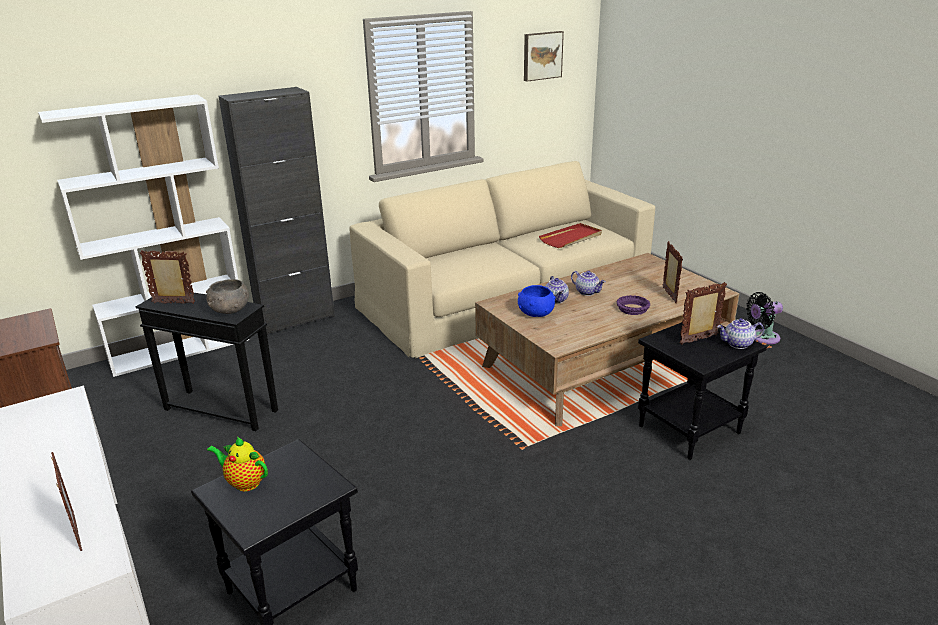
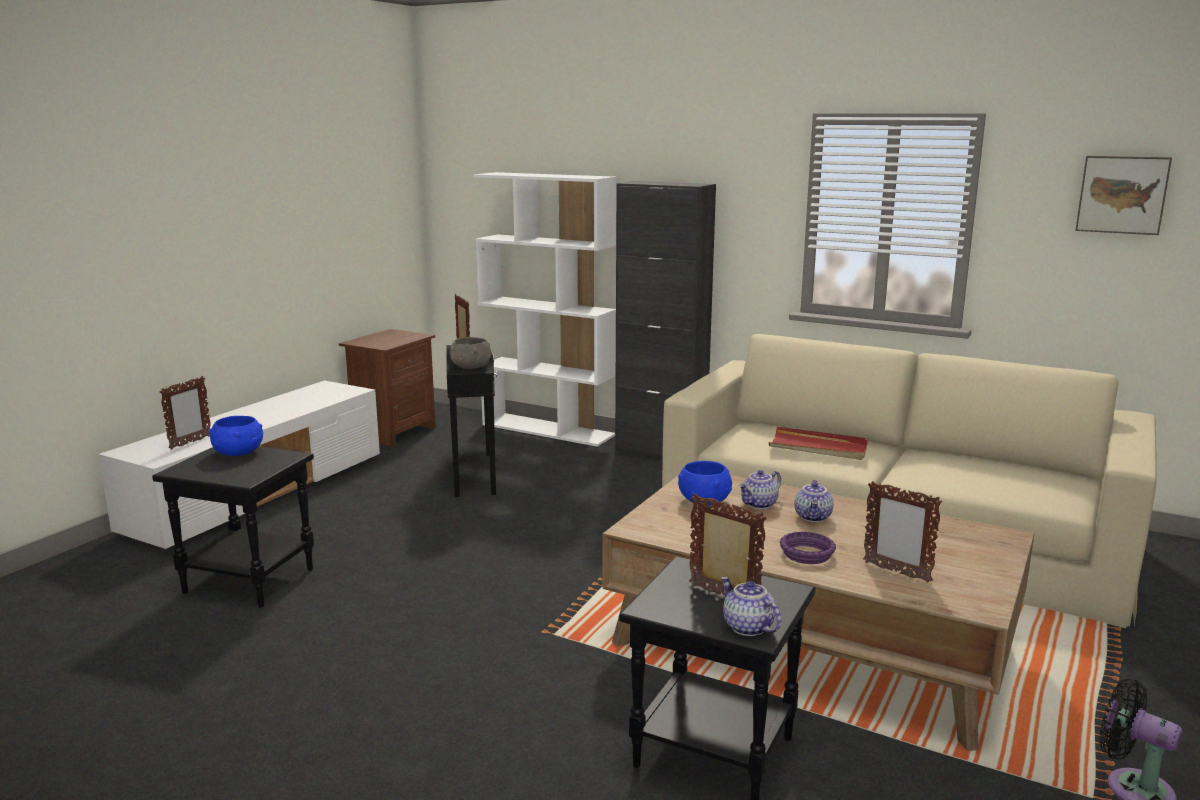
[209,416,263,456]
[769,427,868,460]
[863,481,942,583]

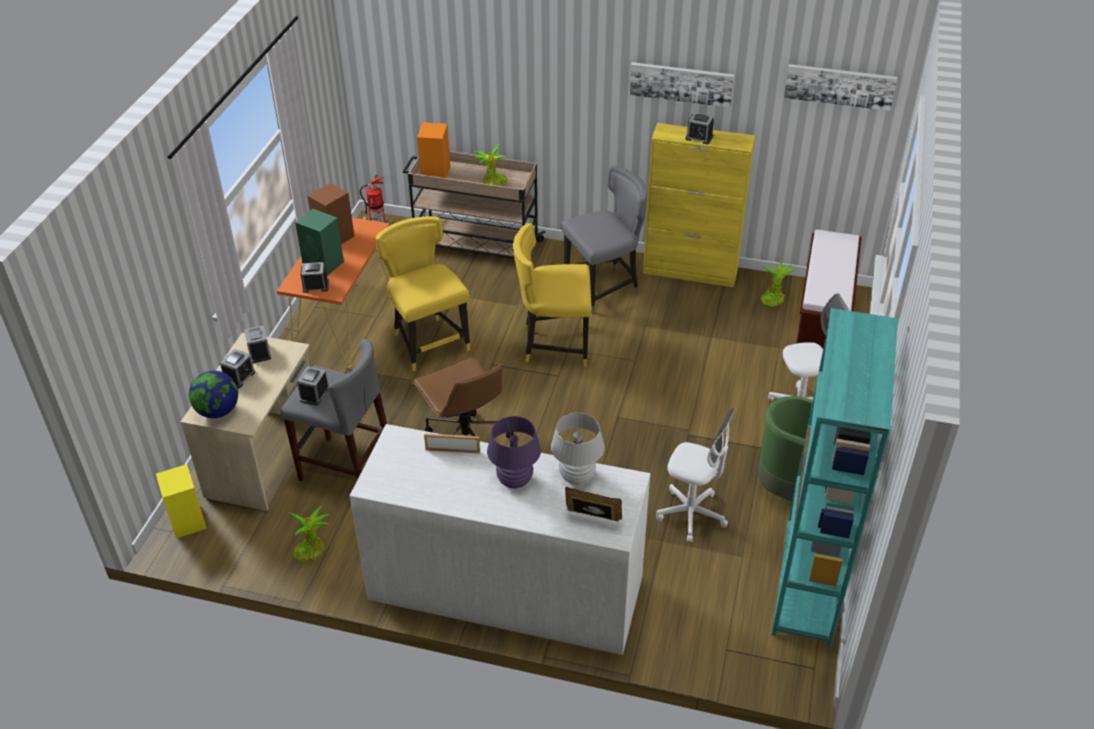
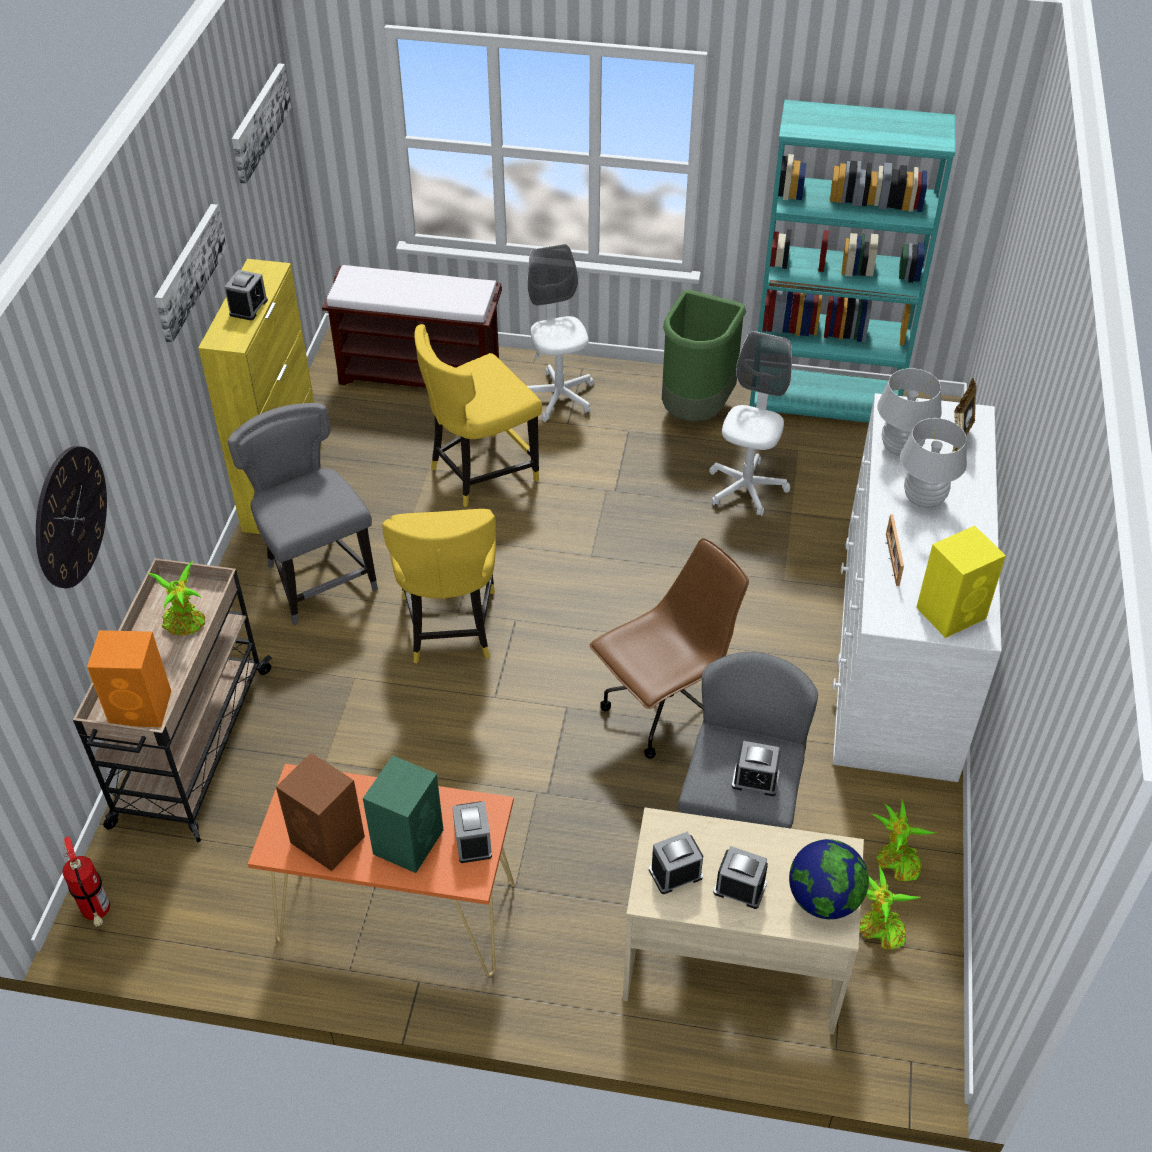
[36,446,107,588]
[414,324,542,507]
[860,866,920,949]
[900,418,967,508]
[916,526,1006,638]

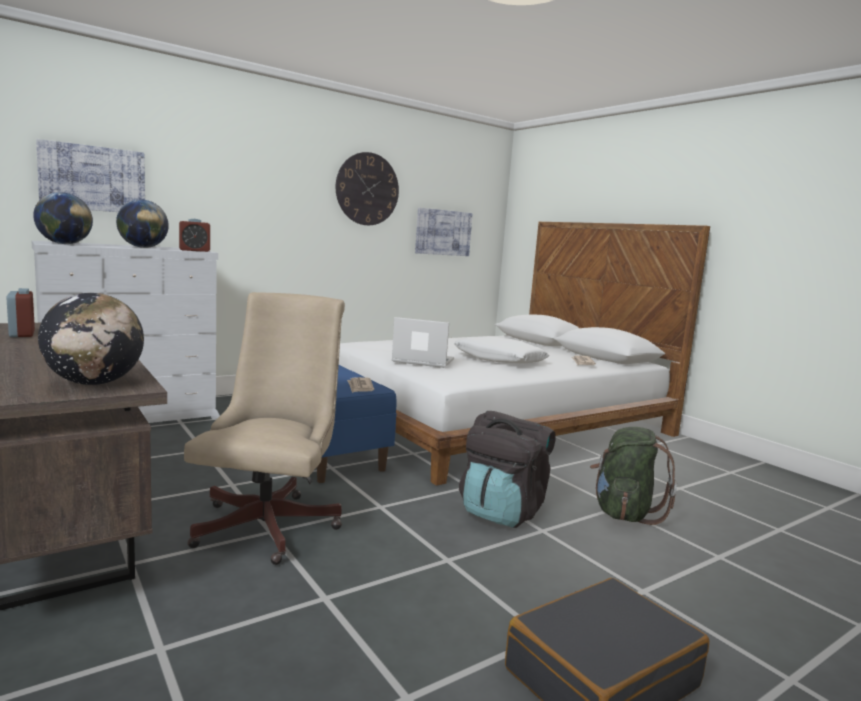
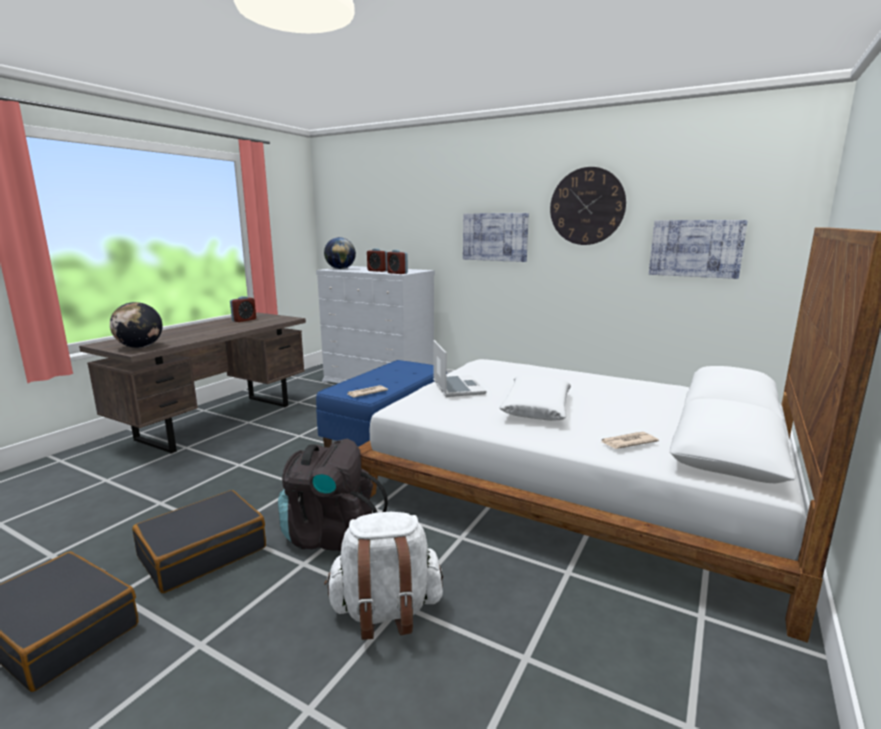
[132,490,266,593]
[324,512,443,640]
[367,248,387,272]
[463,213,529,262]
[184,292,345,565] (first image)

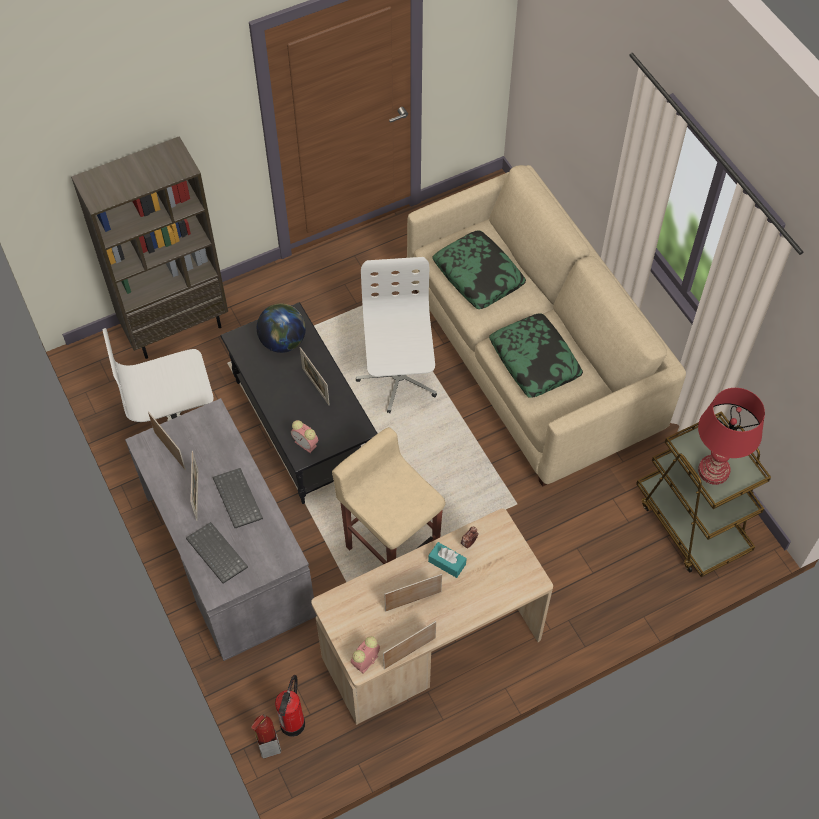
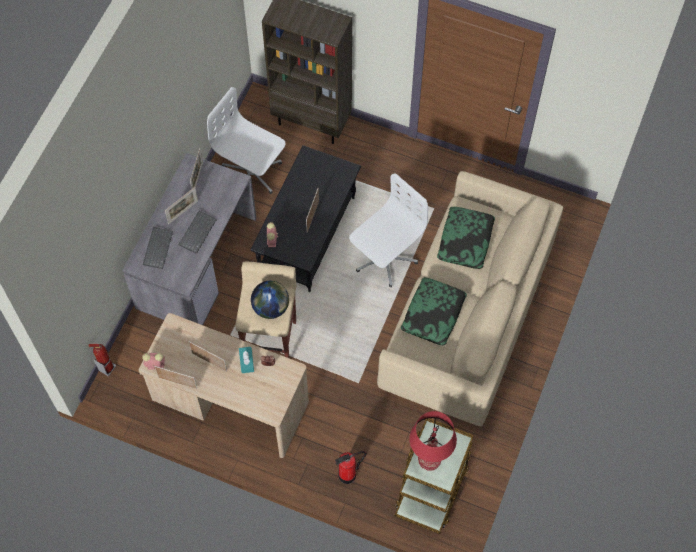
[251,281,289,319]
[335,451,367,484]

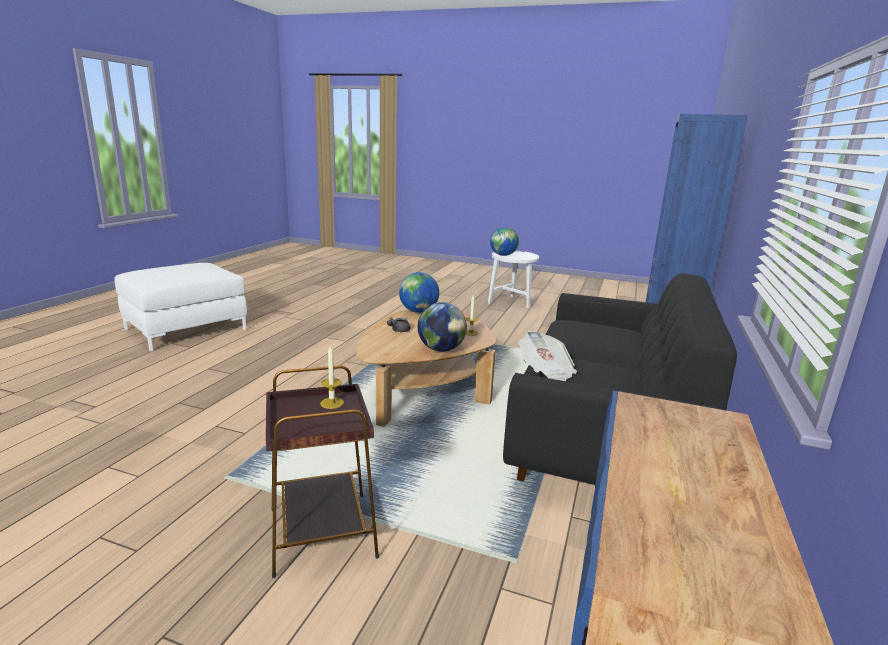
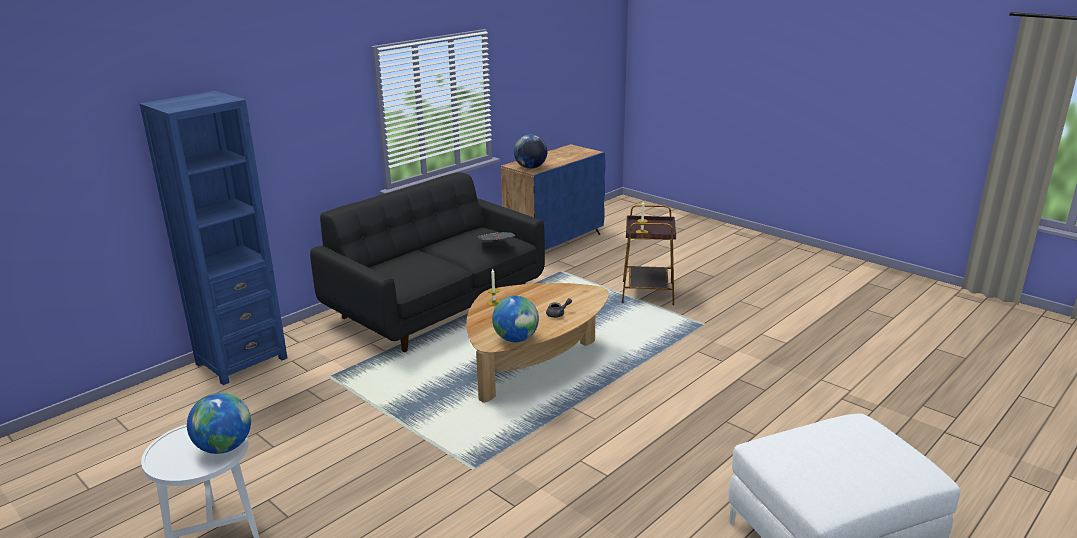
[514,135,547,169]

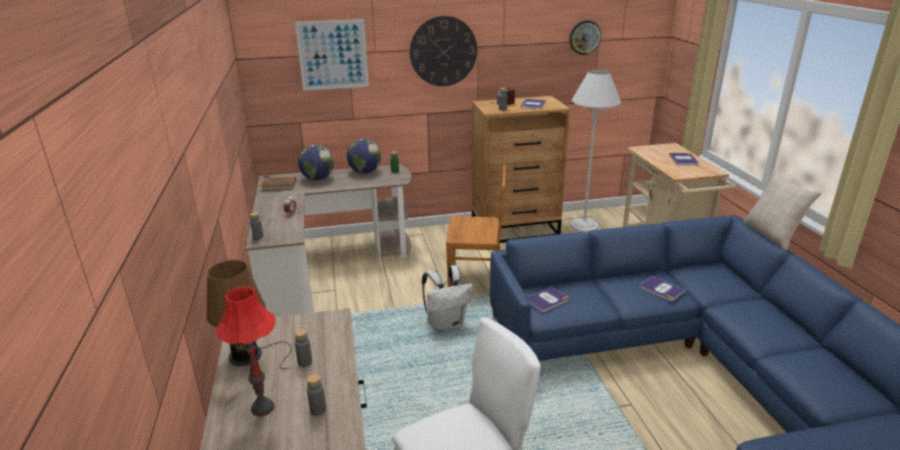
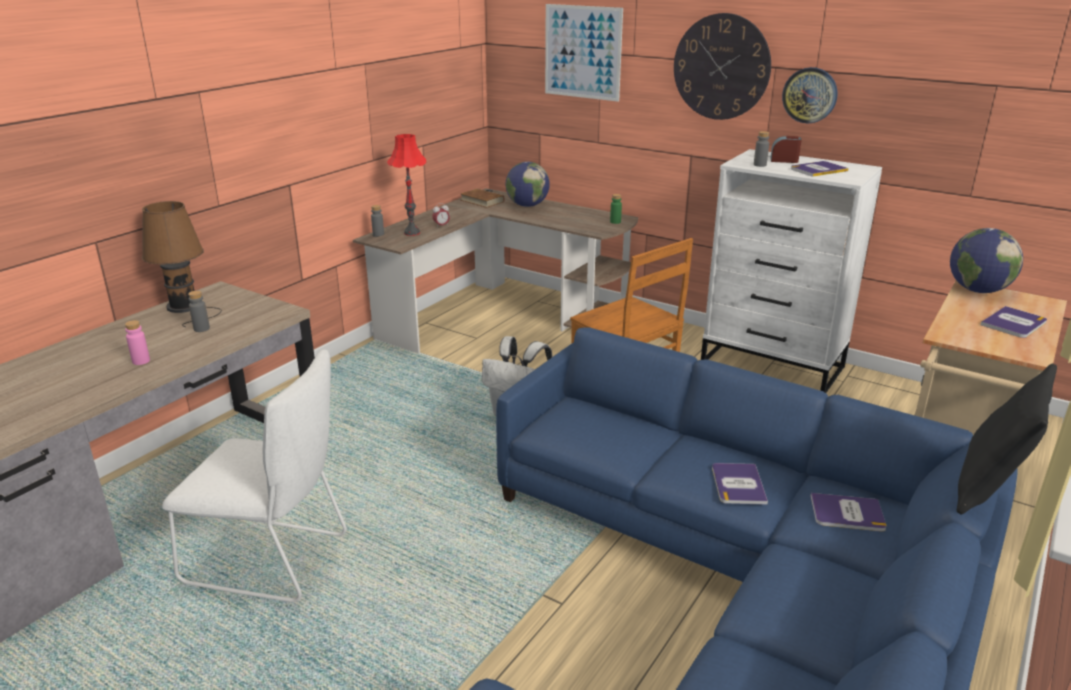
[125,320,150,365]
[387,134,426,236]
[701,149,882,393]
[782,67,838,123]
[810,493,887,532]
[950,228,1023,293]
[957,363,1057,515]
[570,70,621,232] (first image)

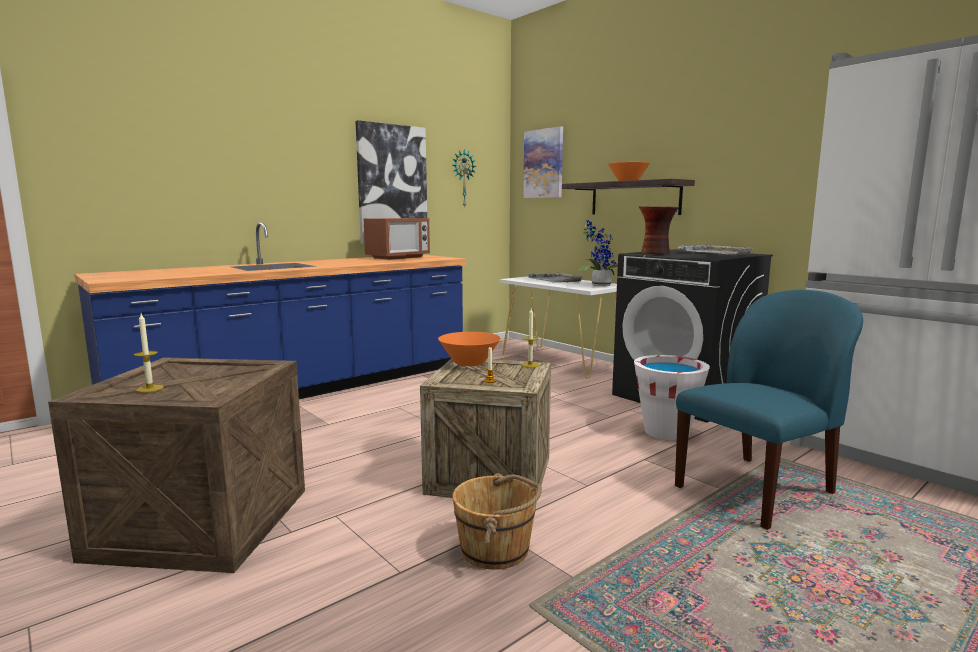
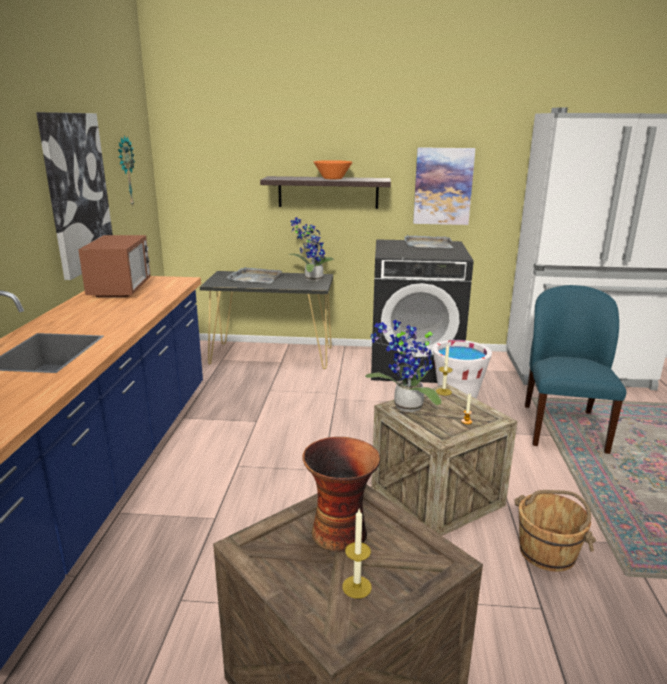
[200,271,333,369]
[302,437,380,552]
[365,319,441,412]
[413,147,476,225]

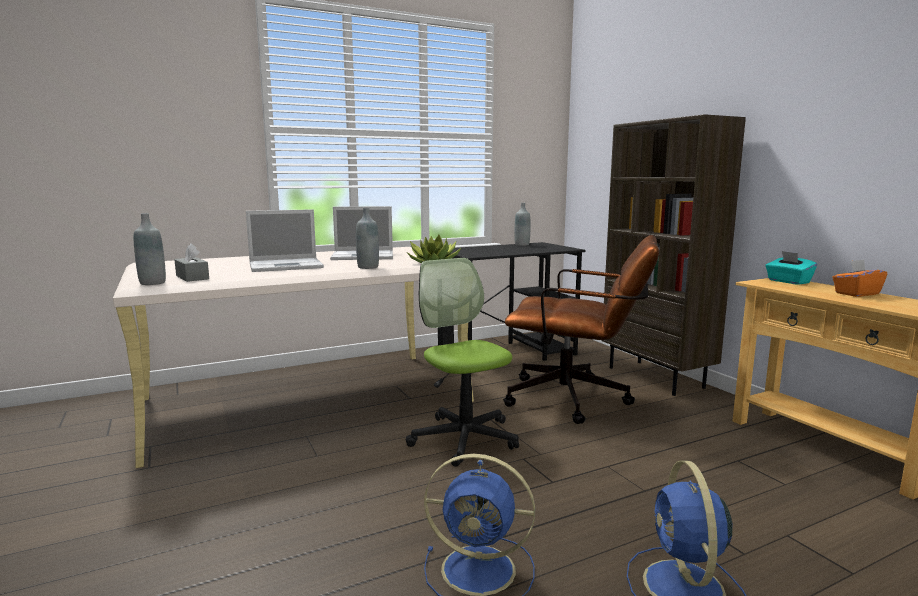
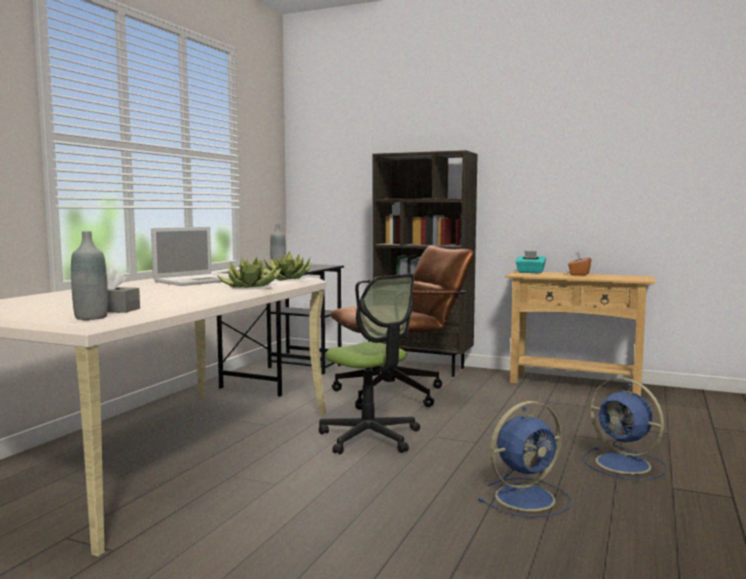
[216,256,281,288]
[319,274,420,454]
[246,209,324,272] (first image)

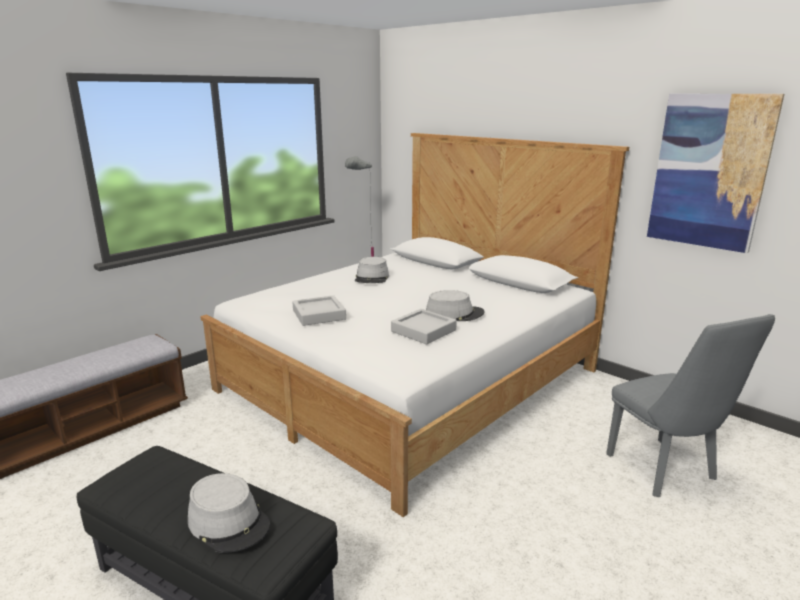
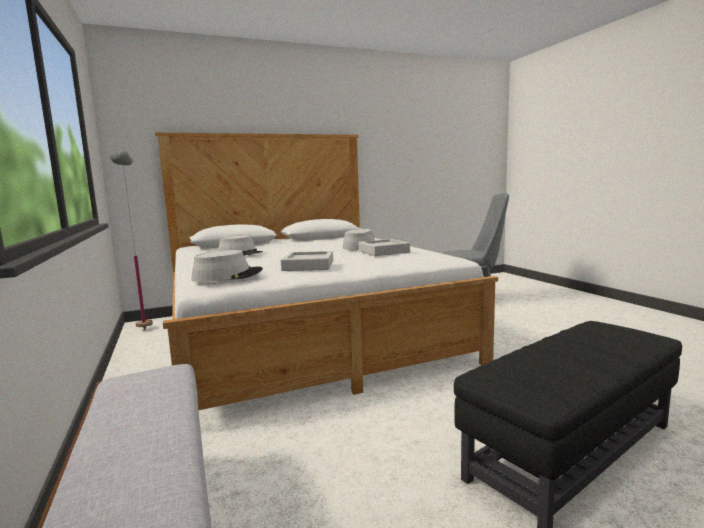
[191,250,263,282]
[647,94,784,253] (first image)

